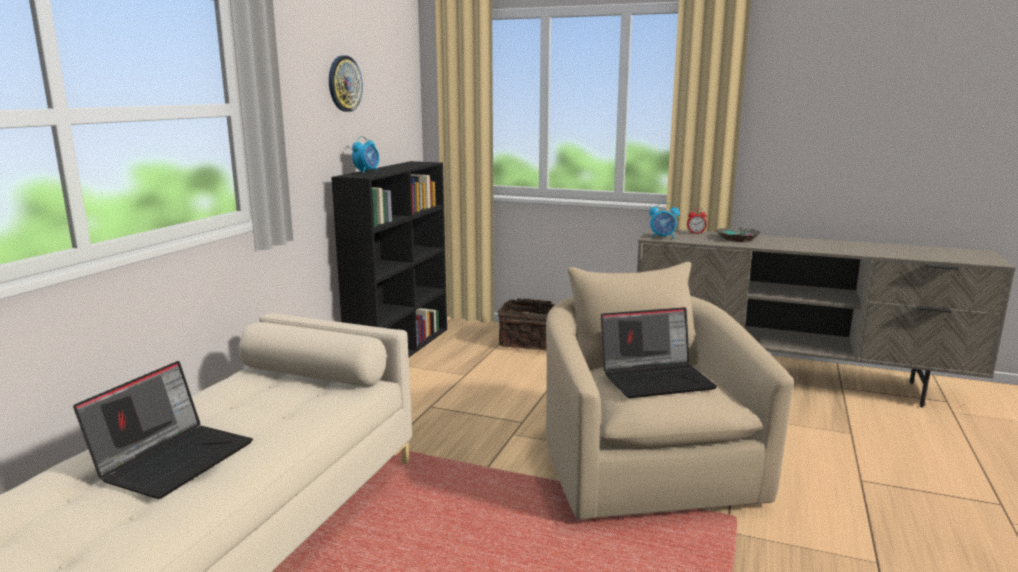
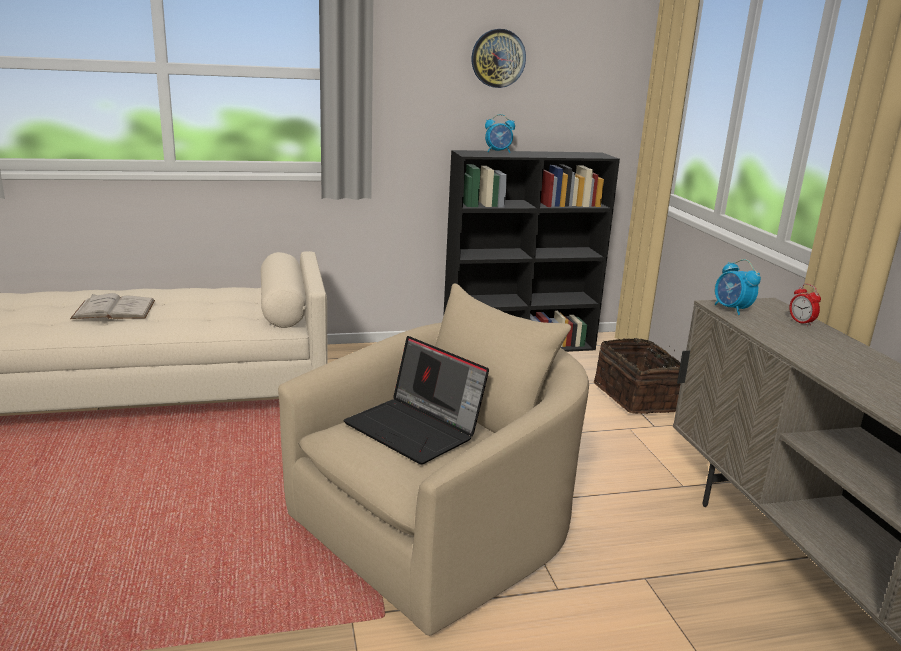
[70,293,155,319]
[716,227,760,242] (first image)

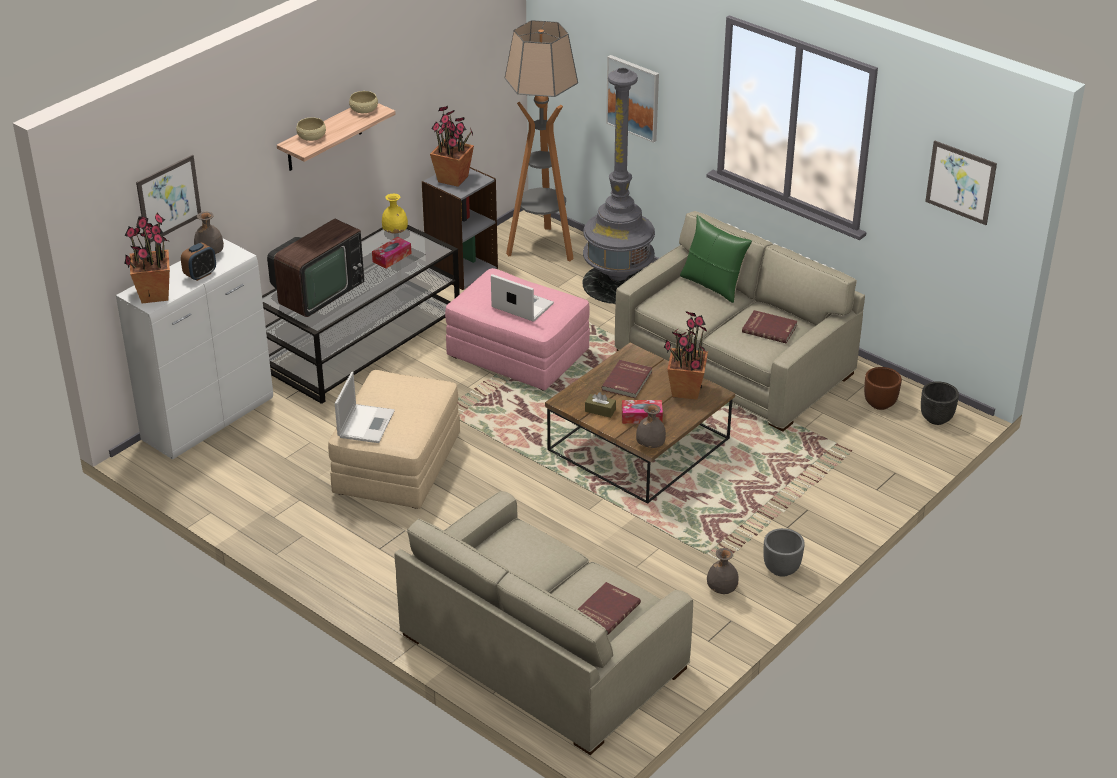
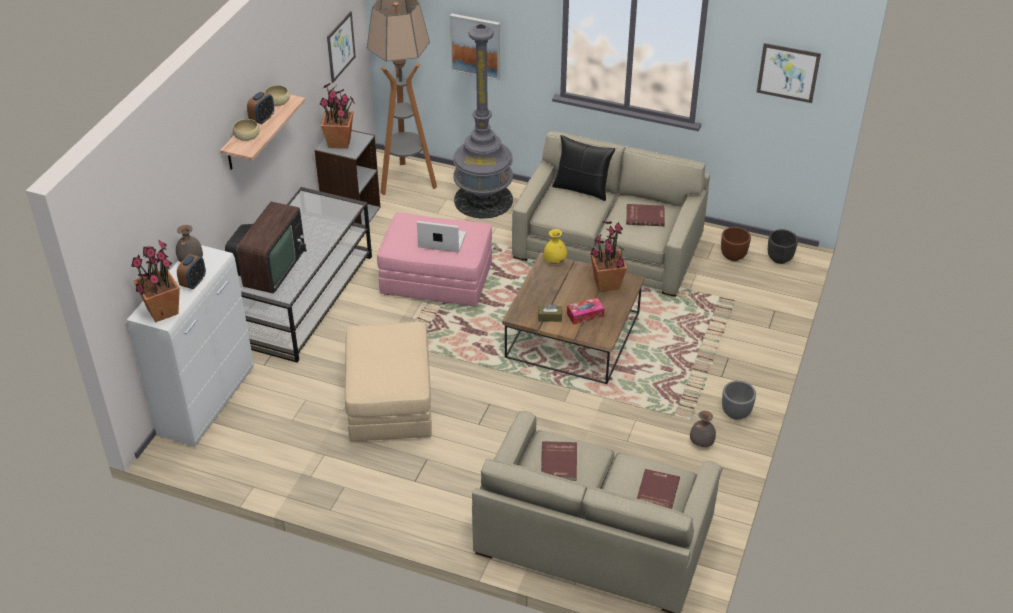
[247,92,274,124]
[327,11,356,83]
[541,441,577,481]
[544,229,567,264]
[552,135,615,201]
[335,372,395,443] (first image)
[372,237,412,269] (first image)
[636,404,666,448] (first image)

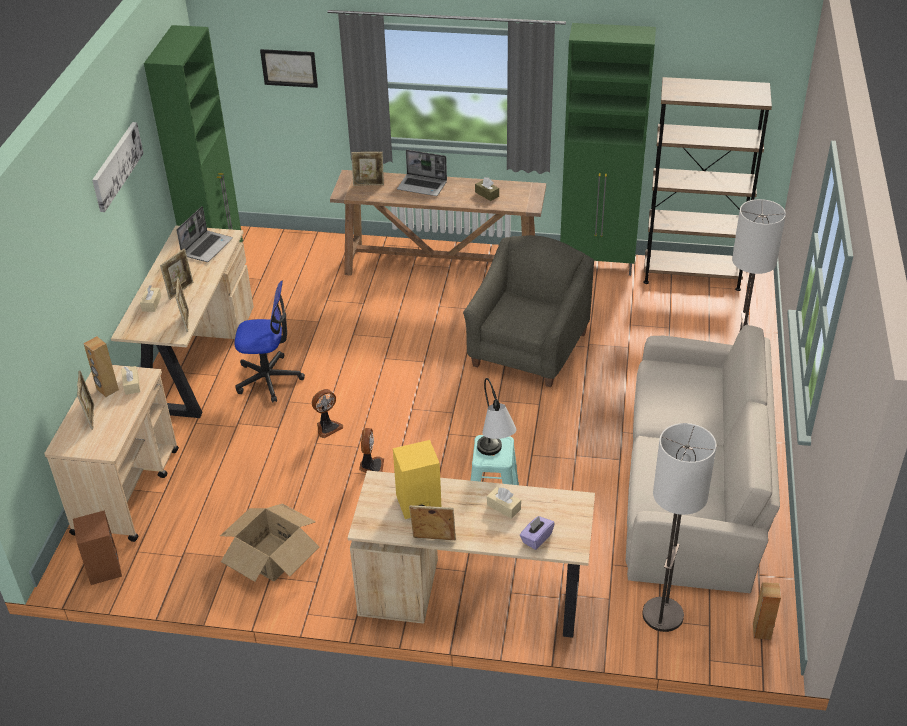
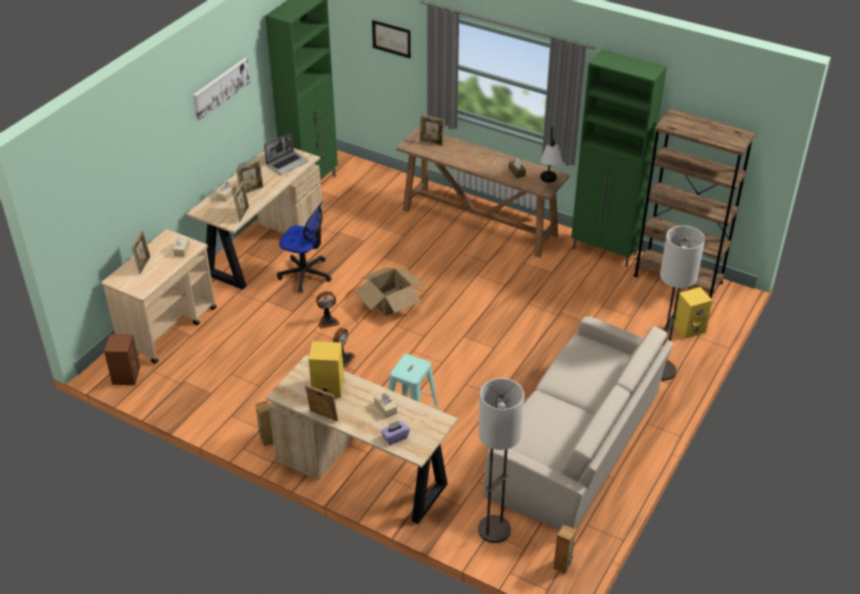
[255,401,274,446]
[355,267,425,316]
[540,126,563,182]
[674,287,713,339]
[397,150,447,196] (first image)
[463,235,594,387] (first image)

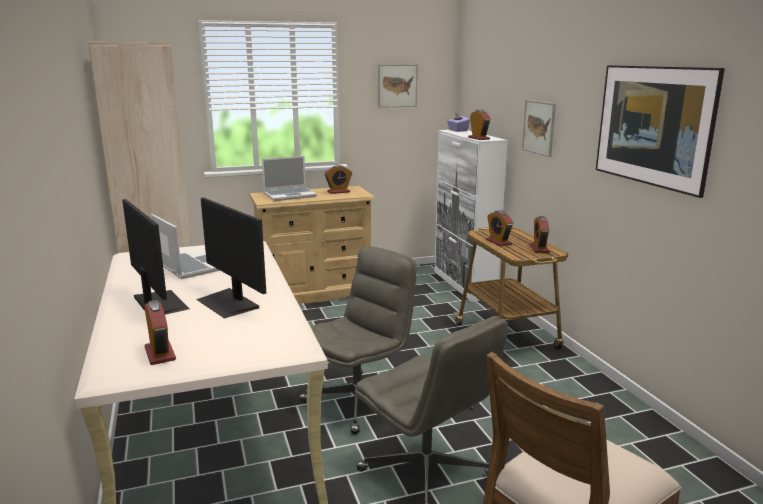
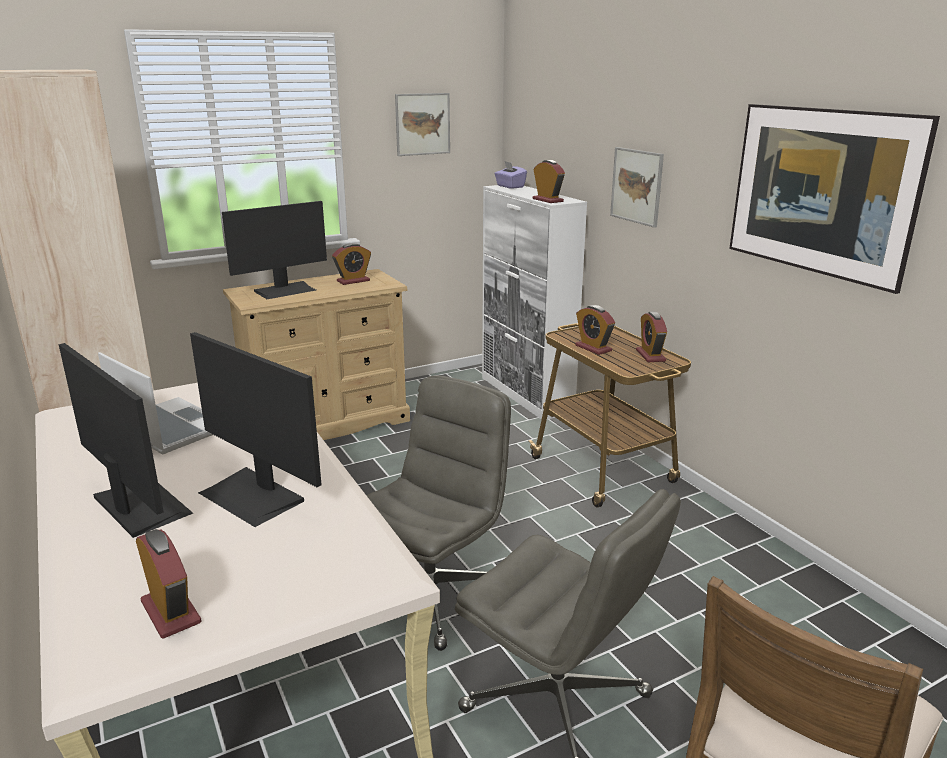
[222,201,327,299]

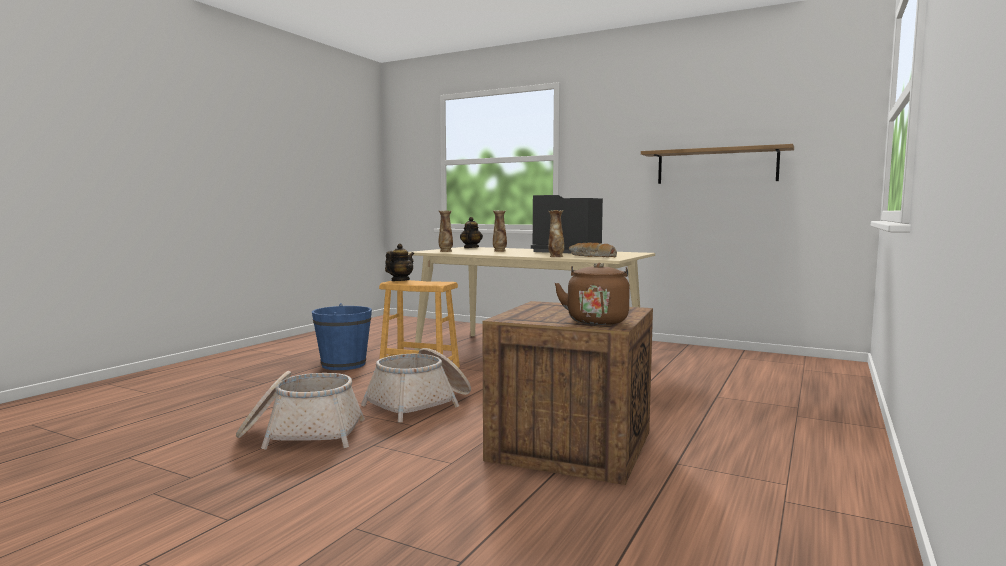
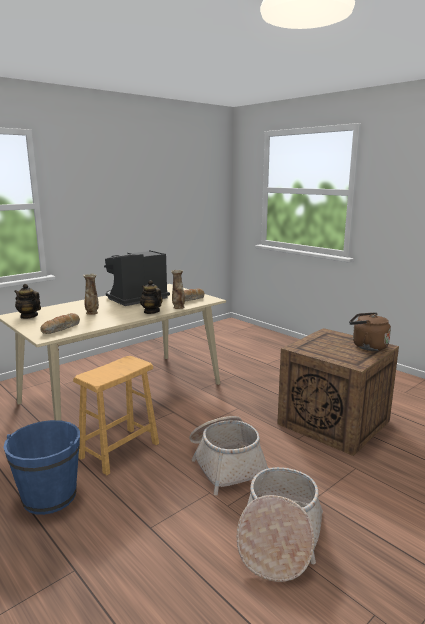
[40,313,80,334]
[140,280,163,314]
[641,144,794,184] (first image)

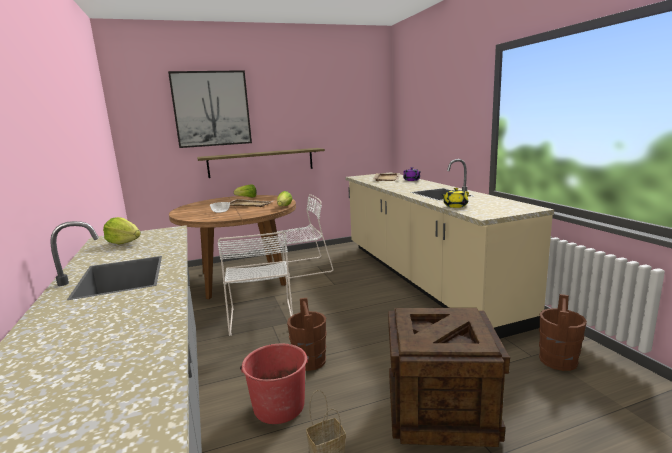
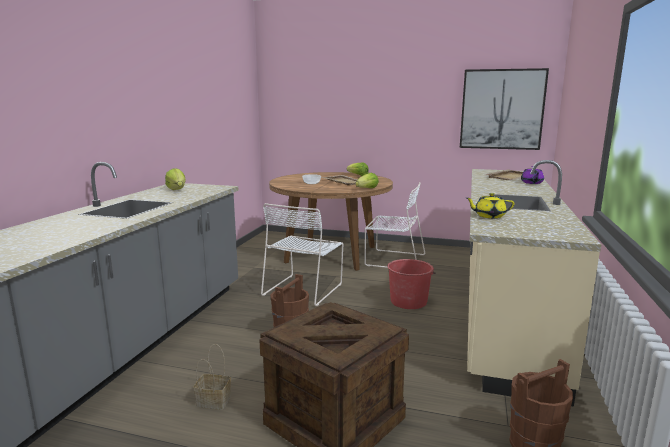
[387,259,436,309]
[460,68,549,150]
[197,148,325,178] (first image)

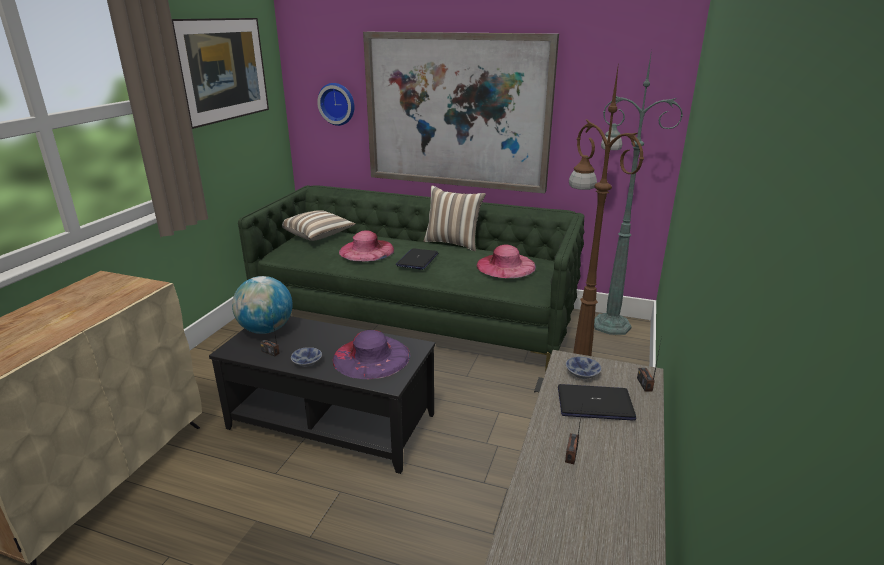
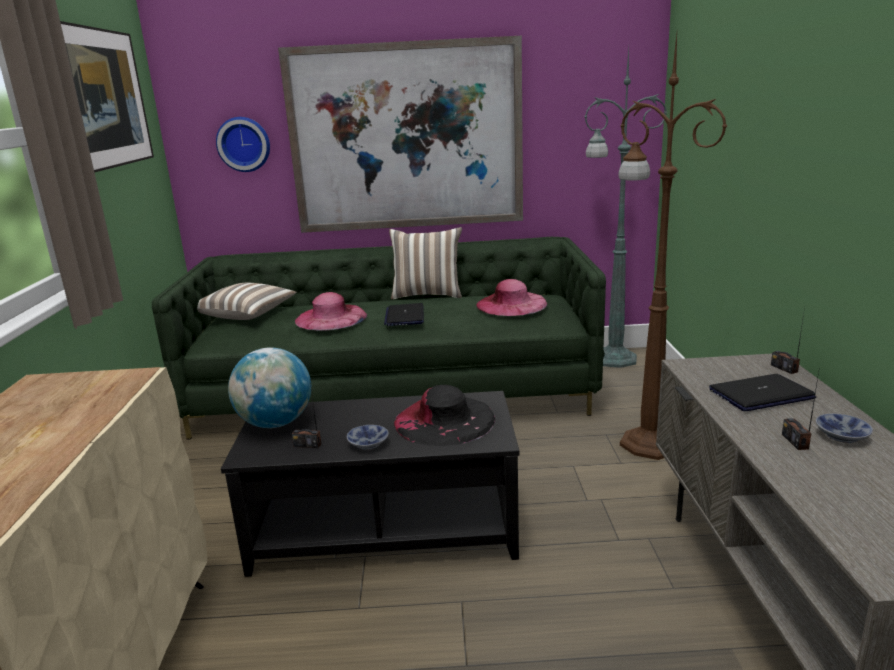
[394,385,495,446]
[816,414,873,443]

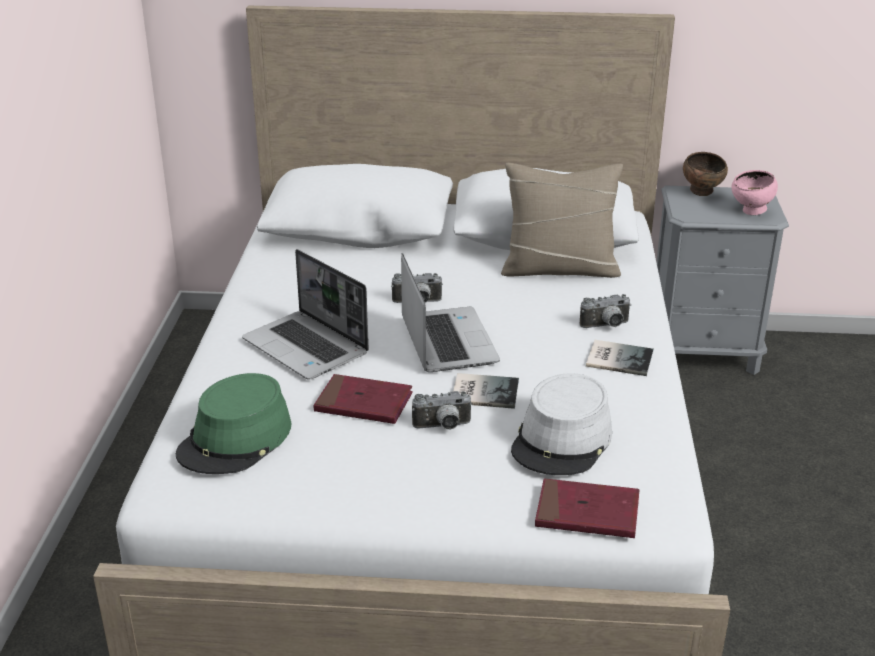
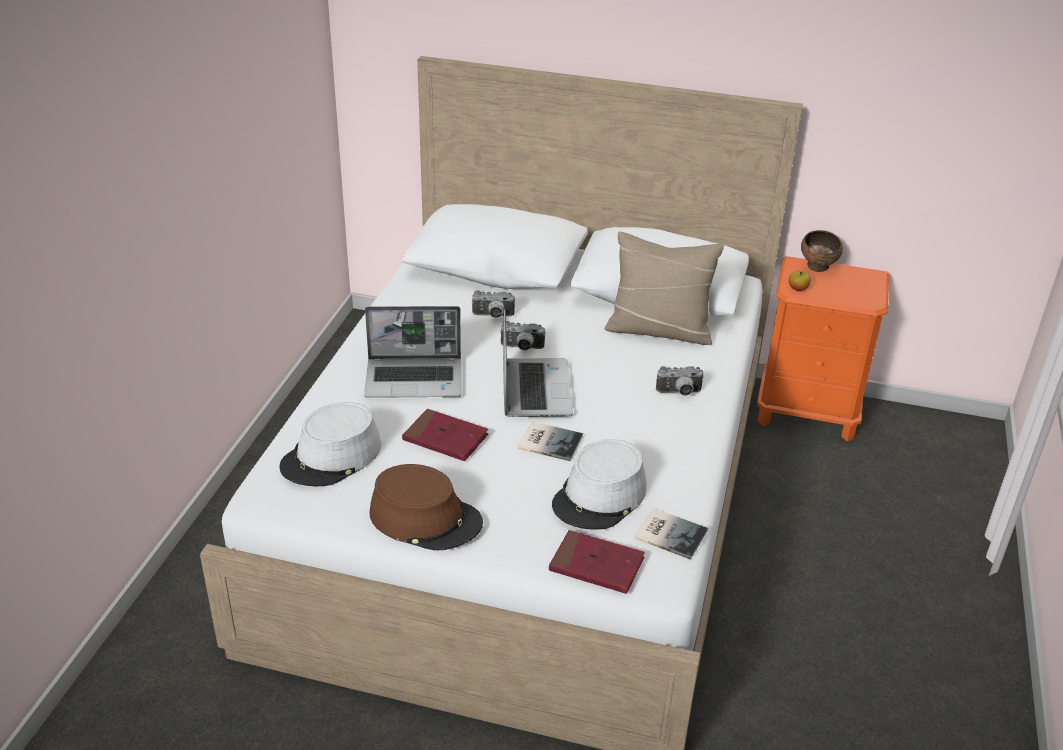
[279,402,381,486]
[364,306,461,398]
[370,464,483,551]
[472,290,515,318]
[635,508,708,560]
[757,256,889,441]
[789,271,811,291]
[732,170,778,215] (first image)

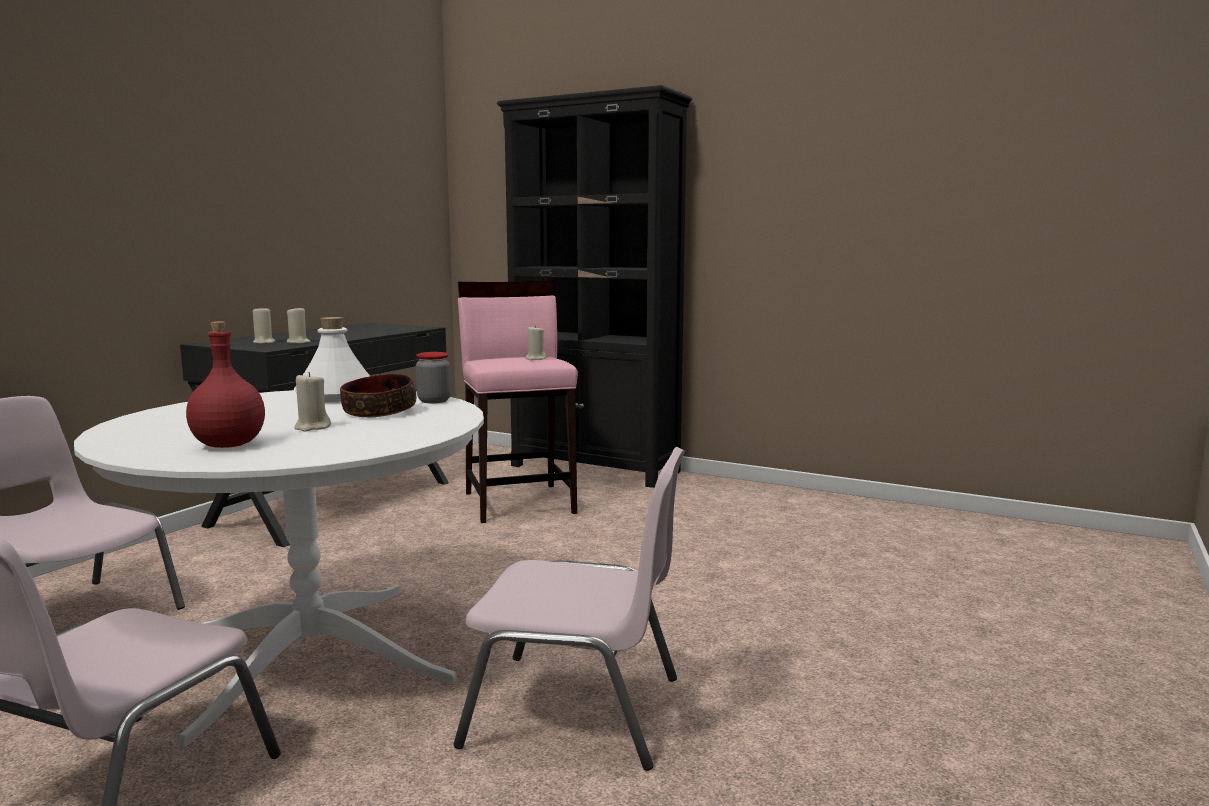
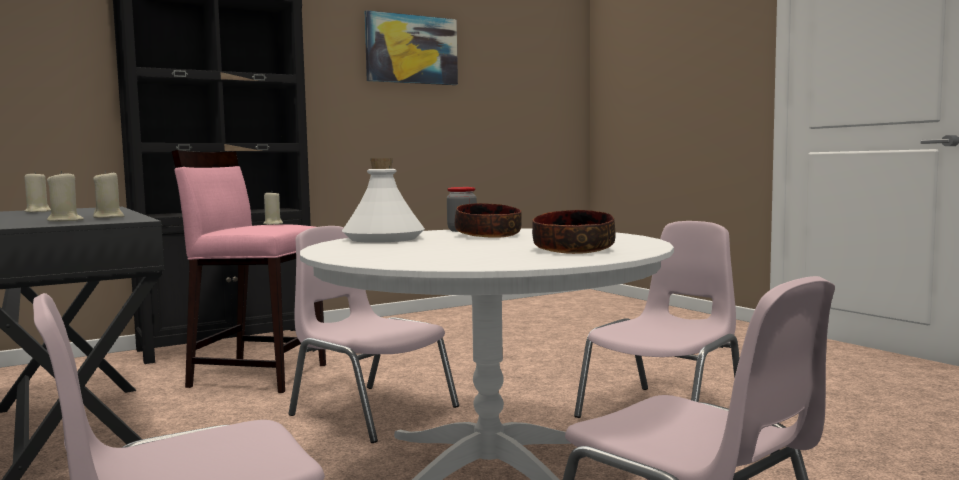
[24,172,51,213]
[289,226,459,443]
[365,10,458,85]
[532,210,615,254]

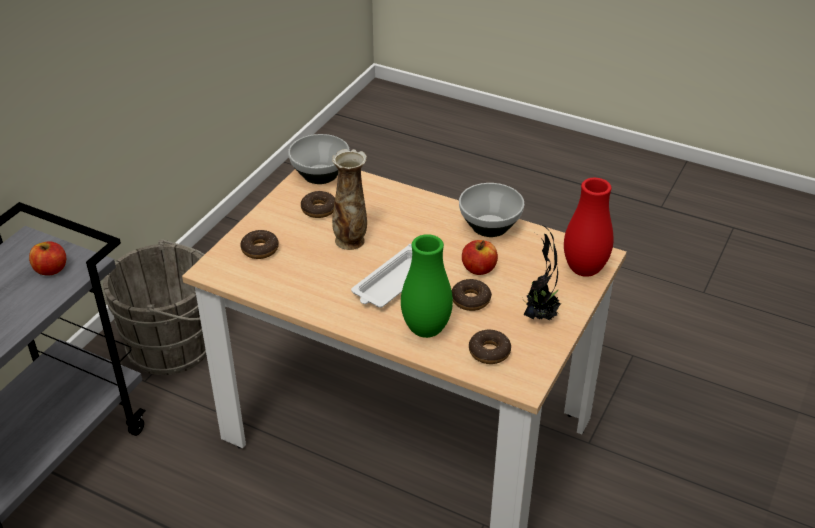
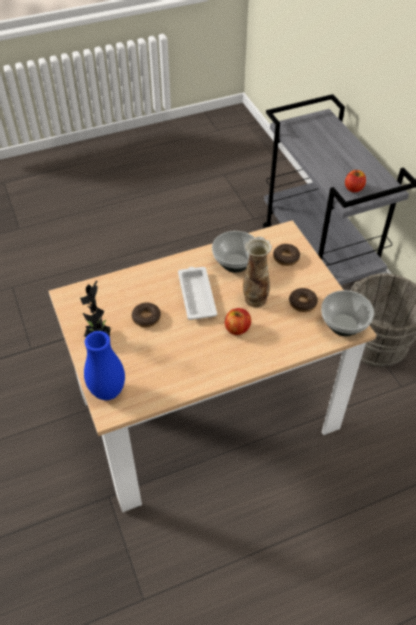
[84,331,125,400]
[212,231,255,273]
[225,308,251,335]
[401,234,453,338] (first image)
[469,330,511,364] (first image)

